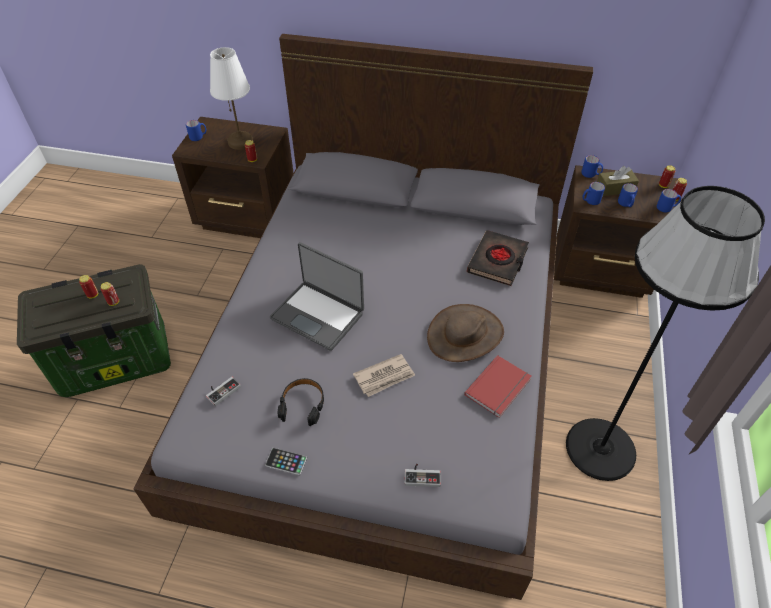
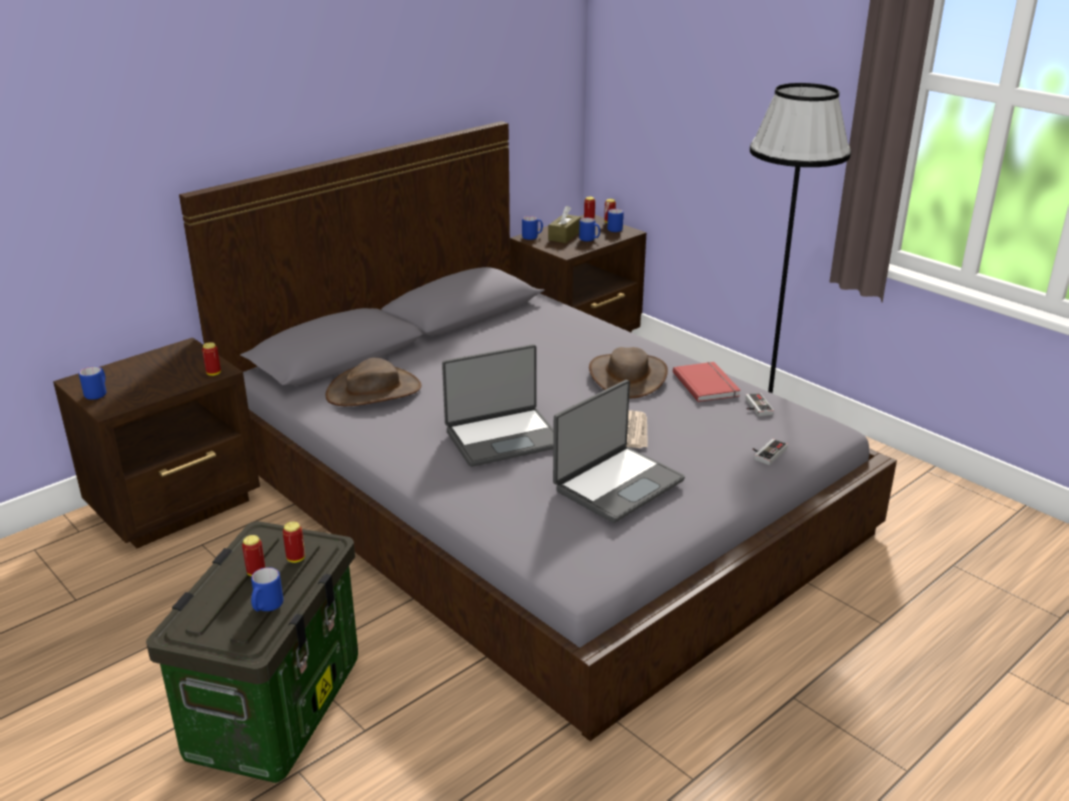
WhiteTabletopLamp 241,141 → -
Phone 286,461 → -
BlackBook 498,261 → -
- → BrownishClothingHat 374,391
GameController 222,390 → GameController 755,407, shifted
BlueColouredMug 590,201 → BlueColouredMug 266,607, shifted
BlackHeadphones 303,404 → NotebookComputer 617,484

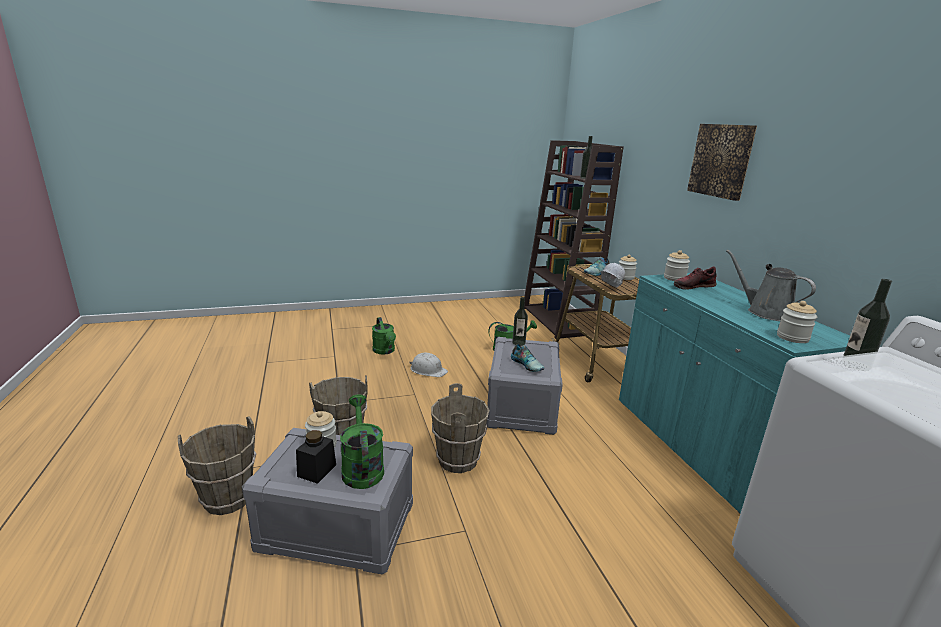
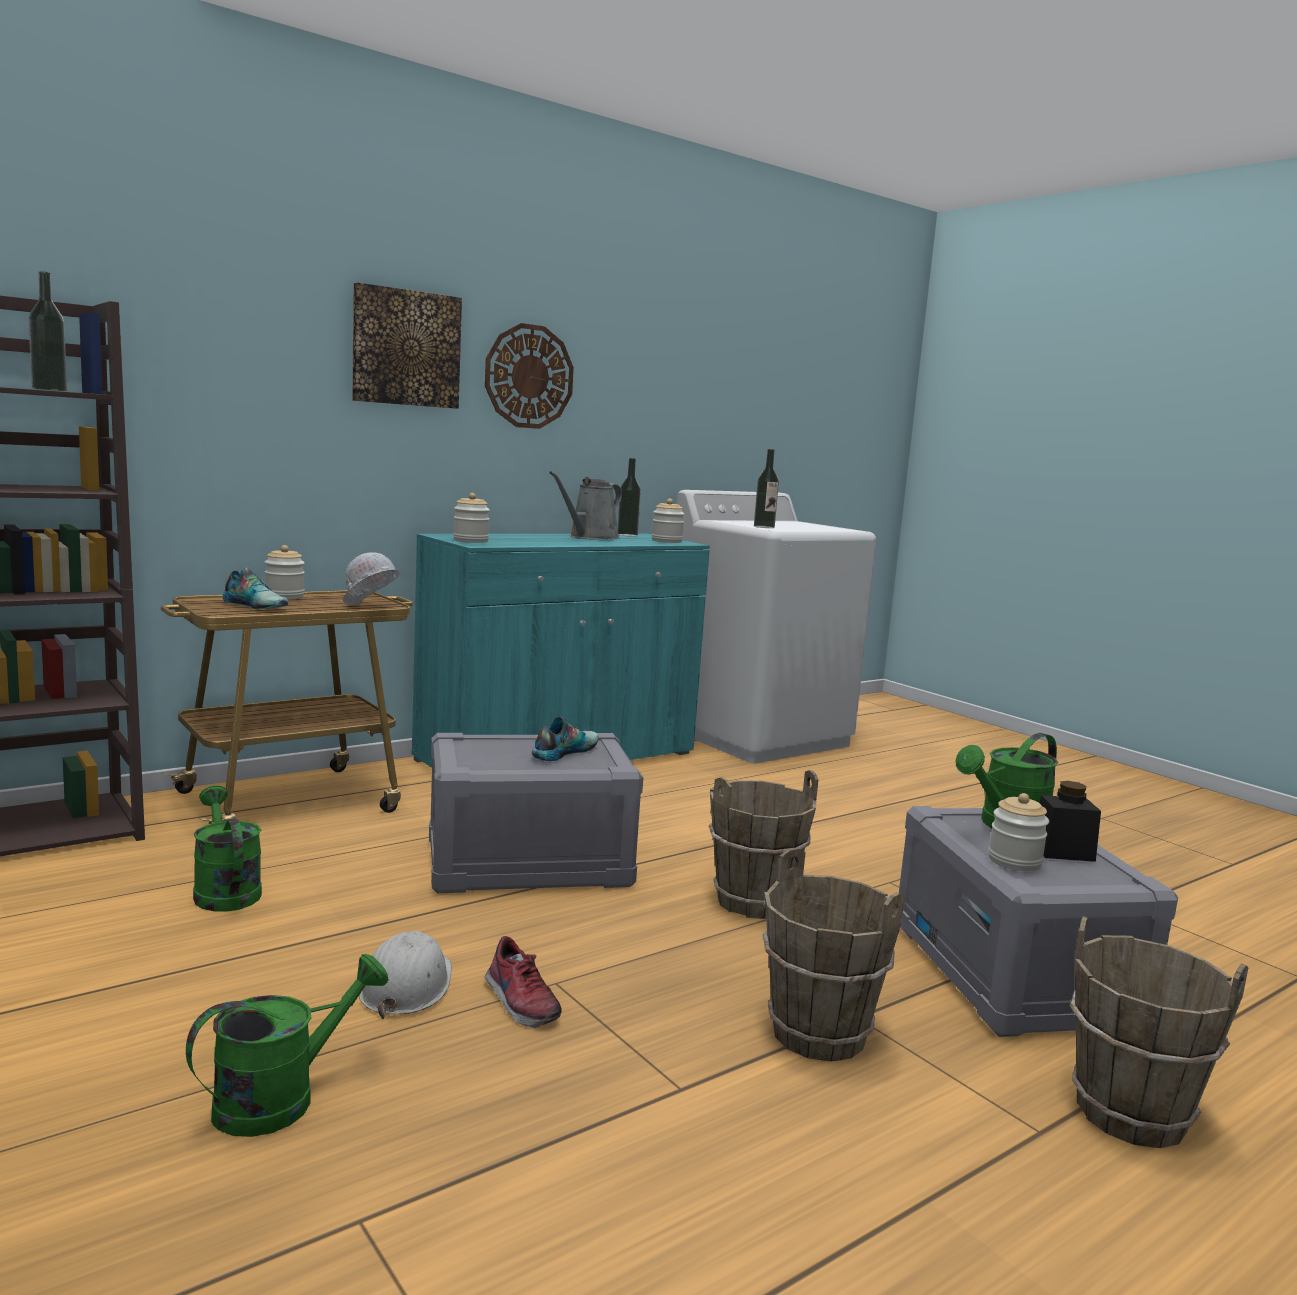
- → WallClock 529,376
BeverageBottle 518,343 → BeverageBottle 627,535, shifted
Shoe 693,286 → Shoe 519,1002, shifted

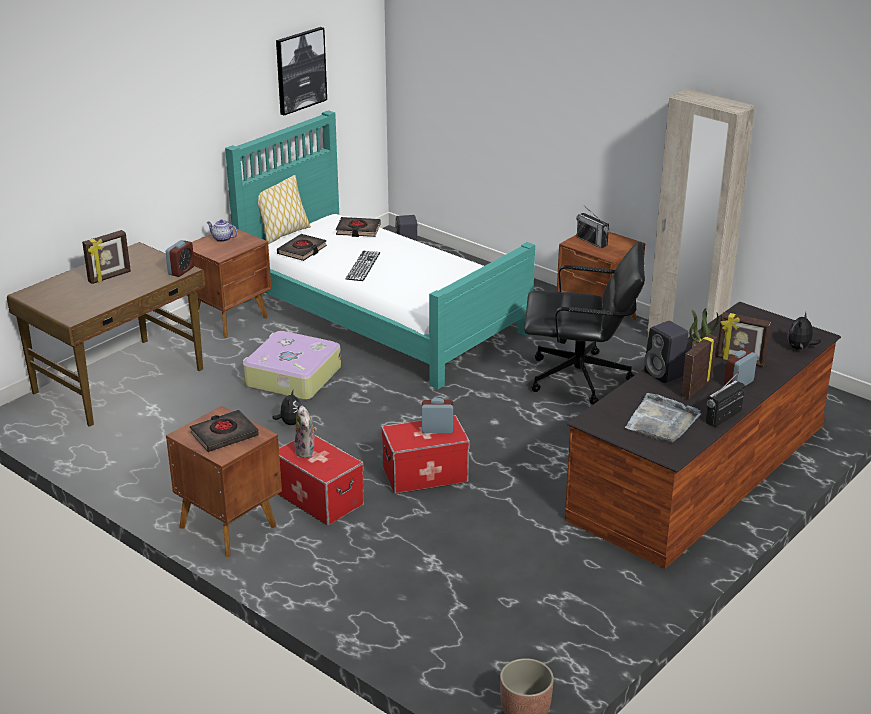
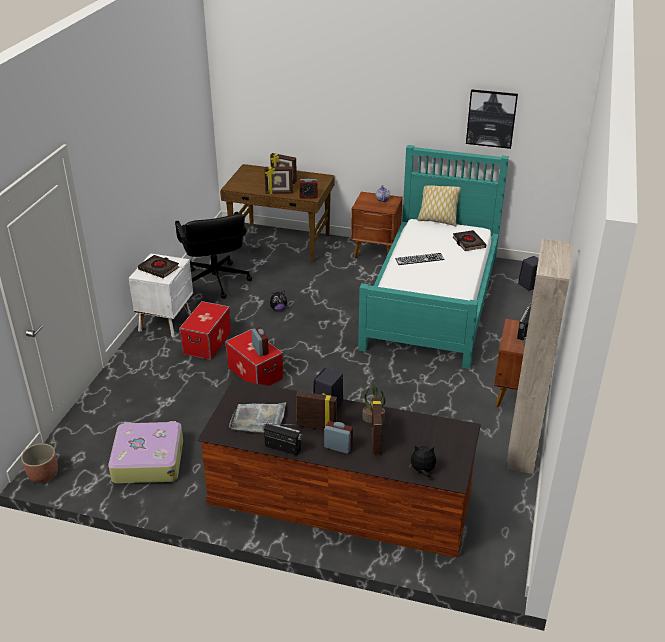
BlackBook 302,250 → -
PlushToy 306,451 → -
- → StandingFrame 279,193
PieceOfLuggage 291,377 → PieceOfLuggage 148,460, shifted
BlackComputerChair 580,378 → BlackComputerChair 215,282, shifted
BrownishNightstand 228,525 → WhiteNightstand 166,322

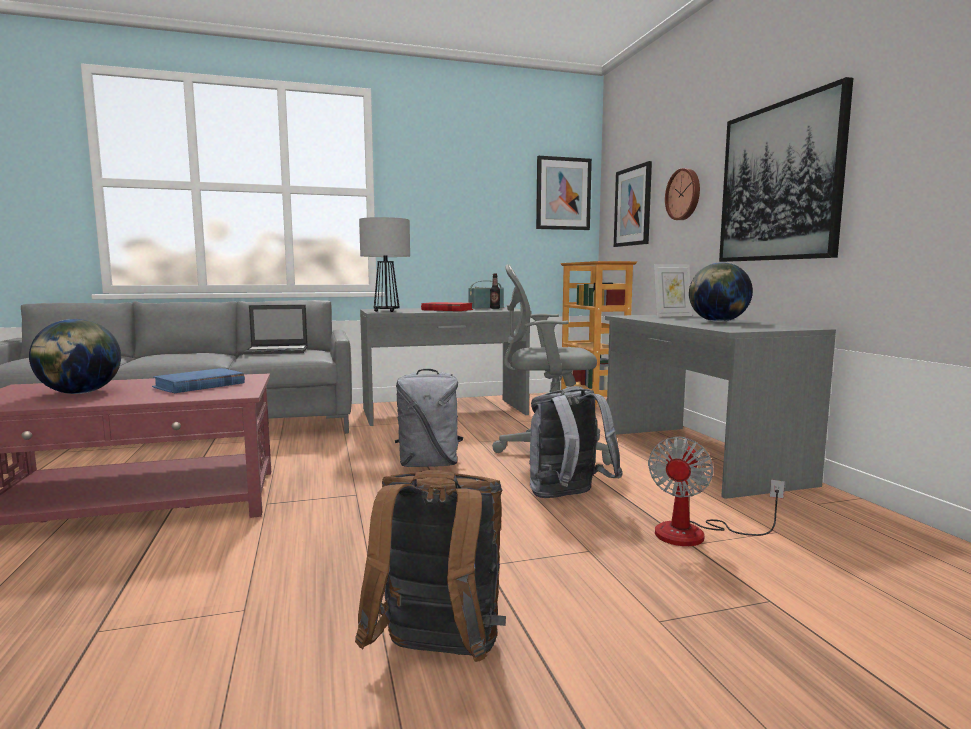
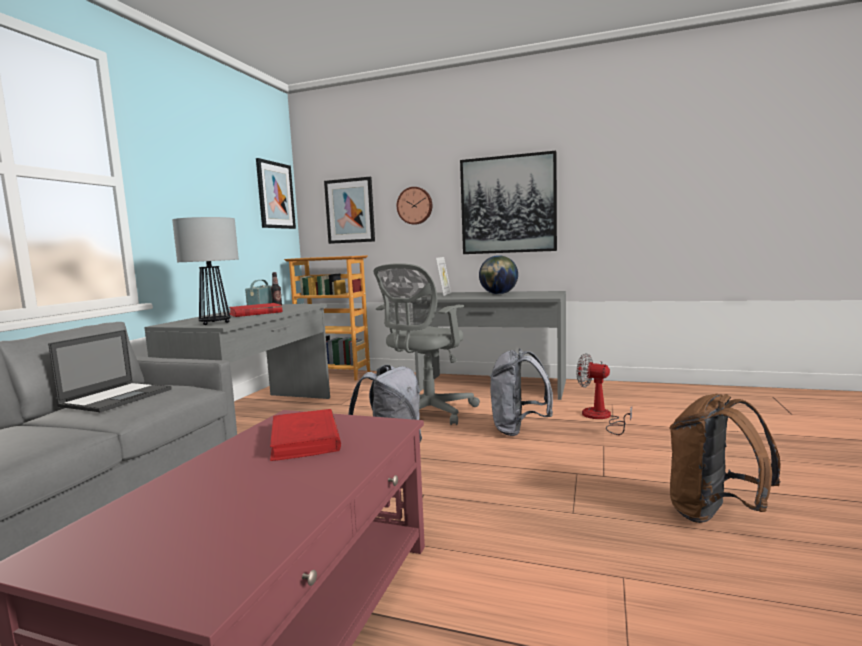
DeskGlobe 80,393 → -
BlueColouredBook 199,385 → RedBook 305,439
CoolingFan 696,534 → CoolingFan 601,418, 150 degrees clockwise

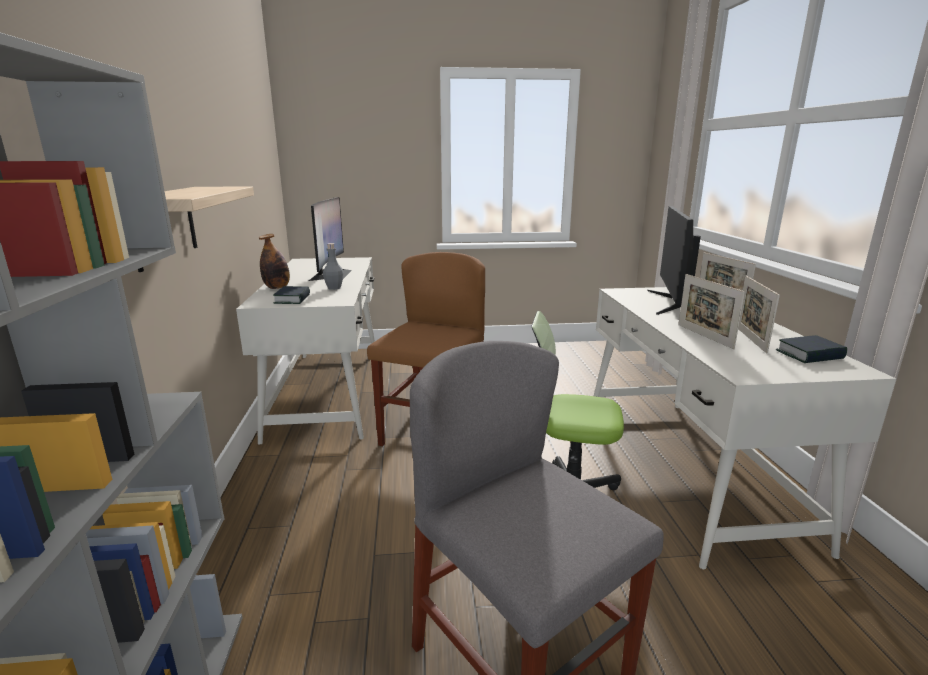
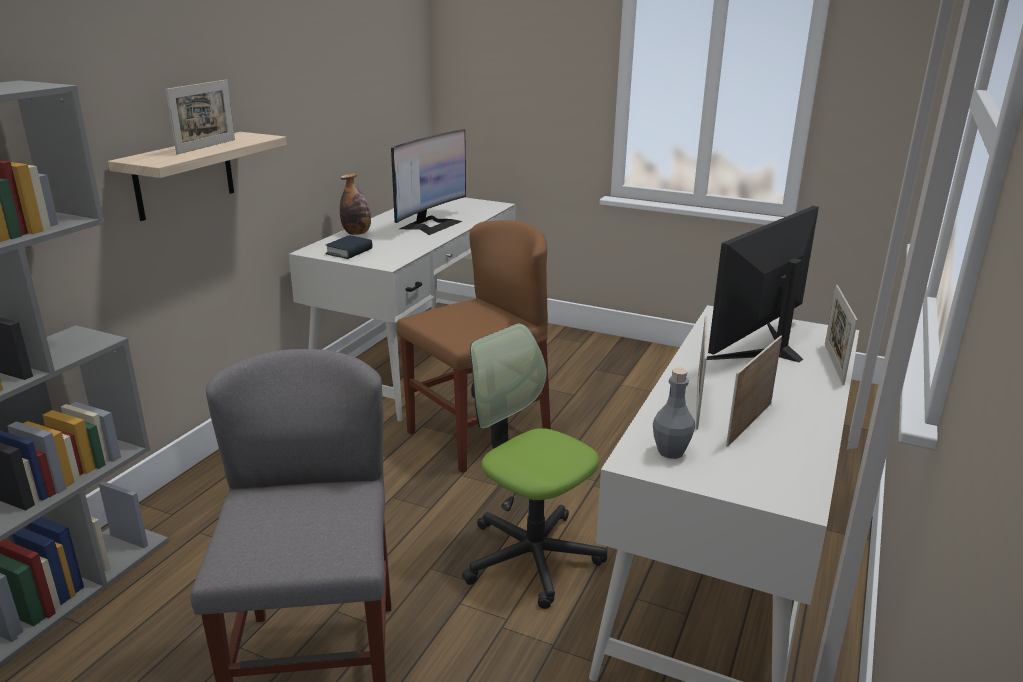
Book 810,355 → -
- → StandingFrame 206,146
GreyishBeverageBottle 334,288 → GreyishBeverageBottle 671,452, shifted

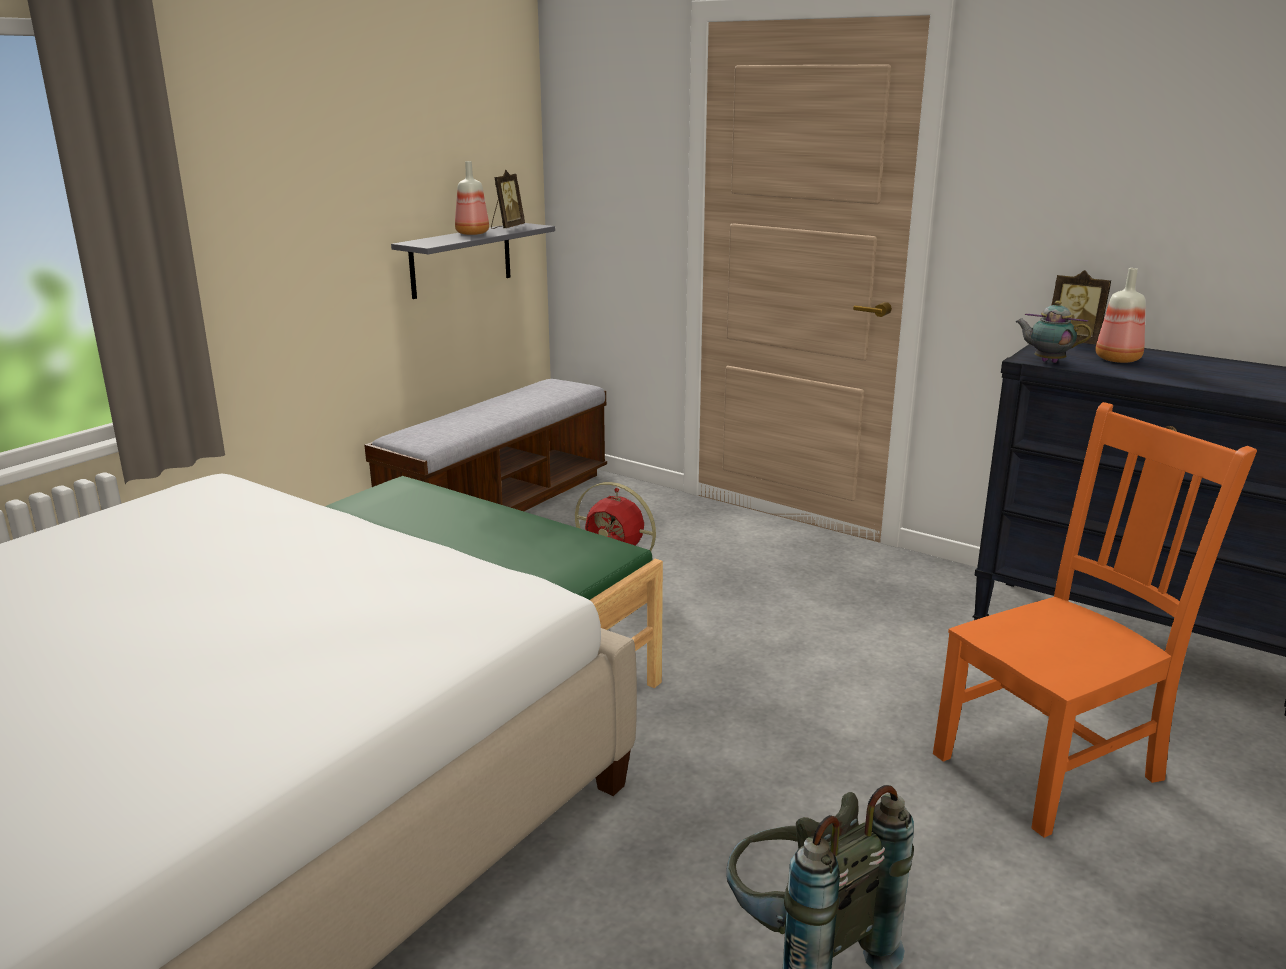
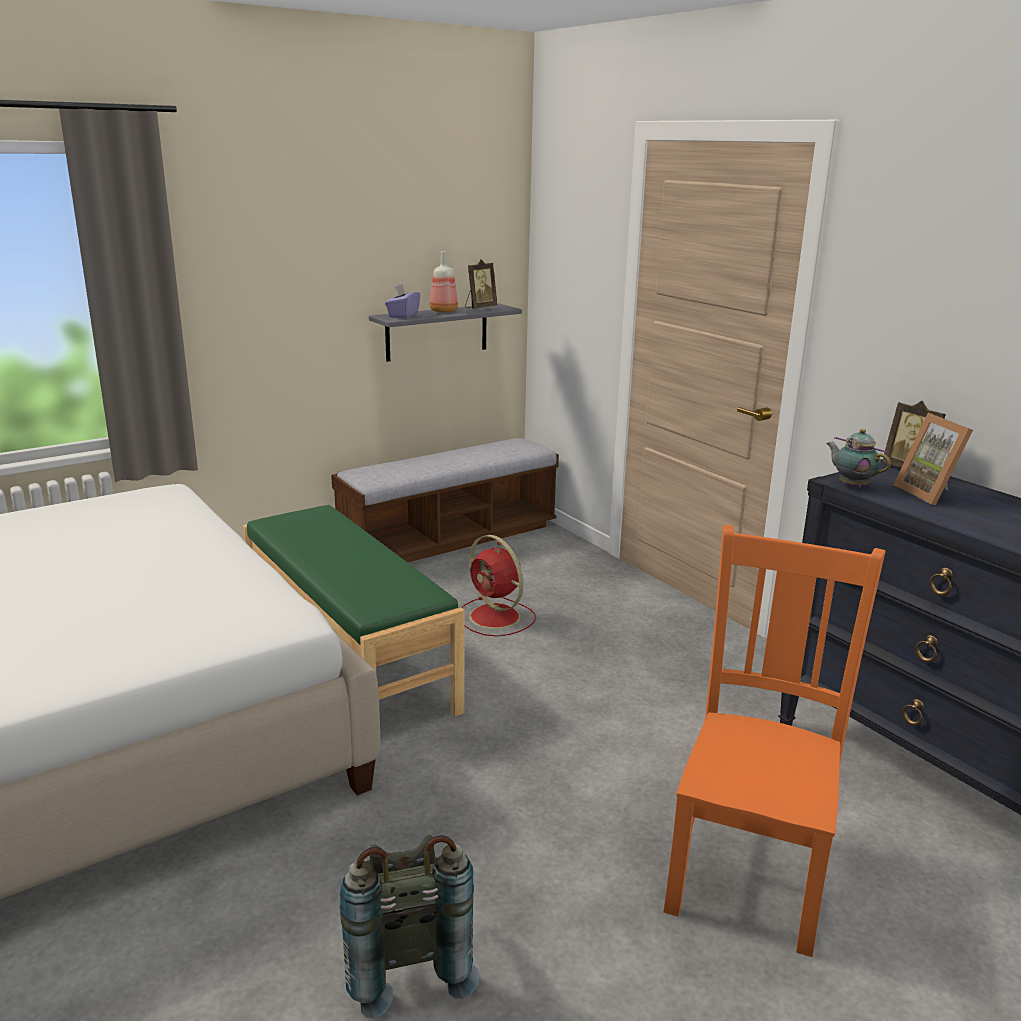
- → PurpleTissueBox 403,315
BeverageBottle 1119,359 → StandingFrame 930,493
OrangeColouredChair 1053,765 → OrangeColouredChair 750,869, 60 degrees counterclockwise

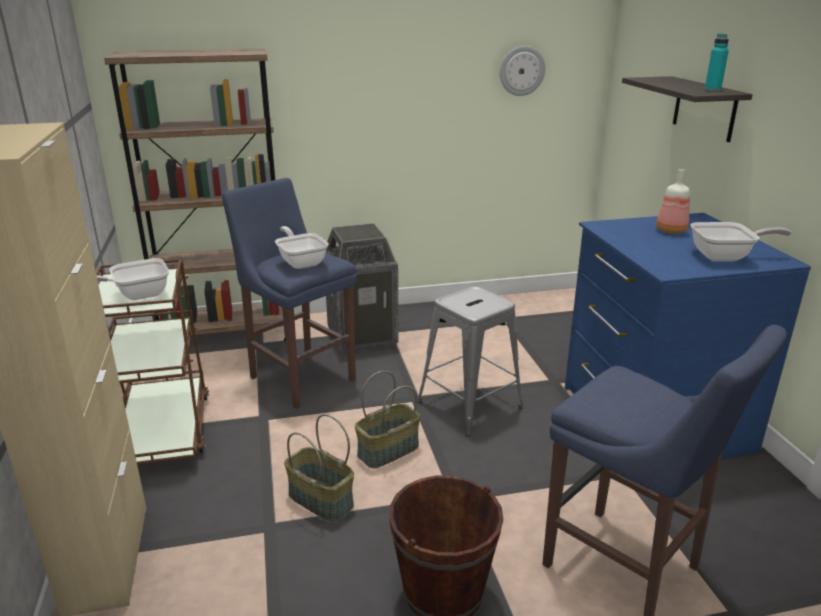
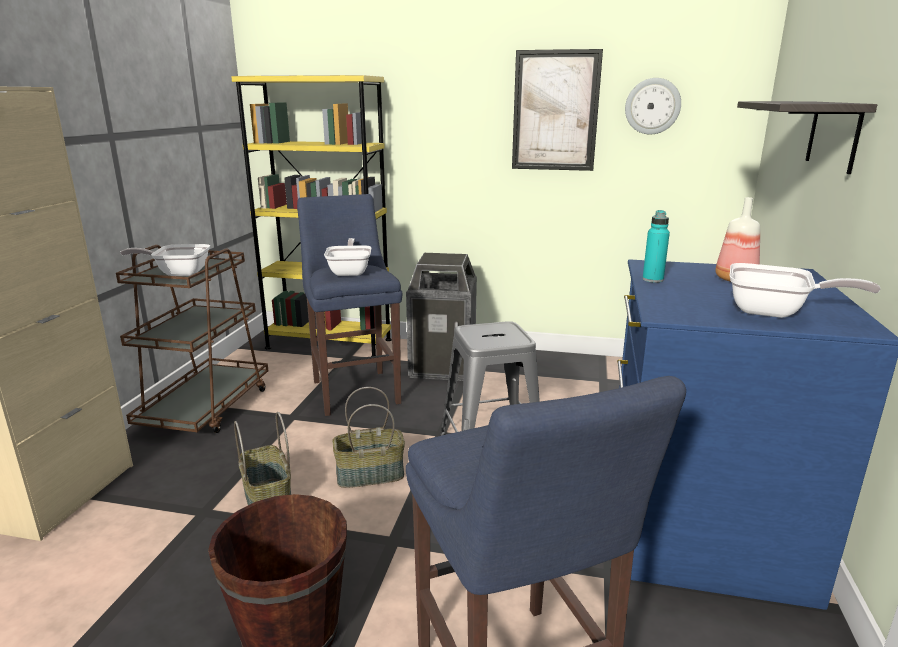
- → WallPicture 555,111
TurquoiseBeverageBottle 712,90 → TurquoiseBeverageBottle 652,279, shifted
BrownishShelvingUnit 226,334 → YellowishShelvingUnit 329,344

